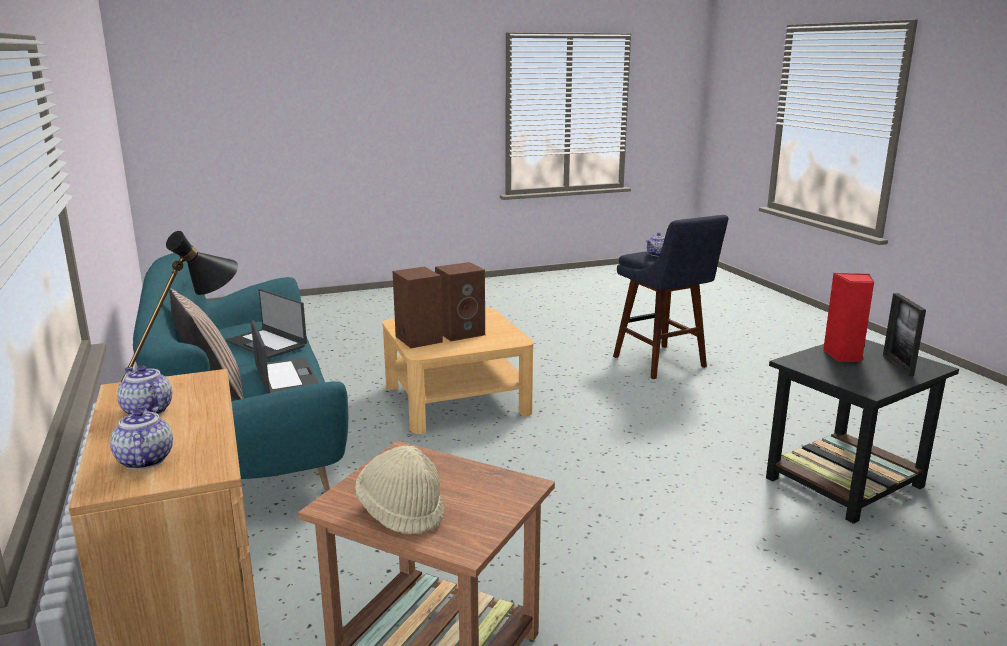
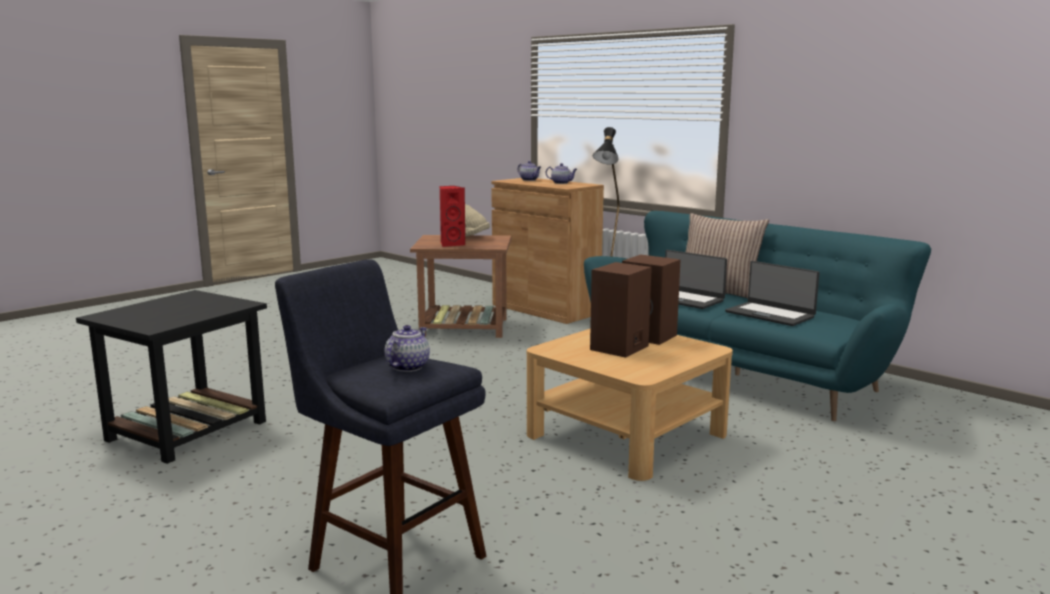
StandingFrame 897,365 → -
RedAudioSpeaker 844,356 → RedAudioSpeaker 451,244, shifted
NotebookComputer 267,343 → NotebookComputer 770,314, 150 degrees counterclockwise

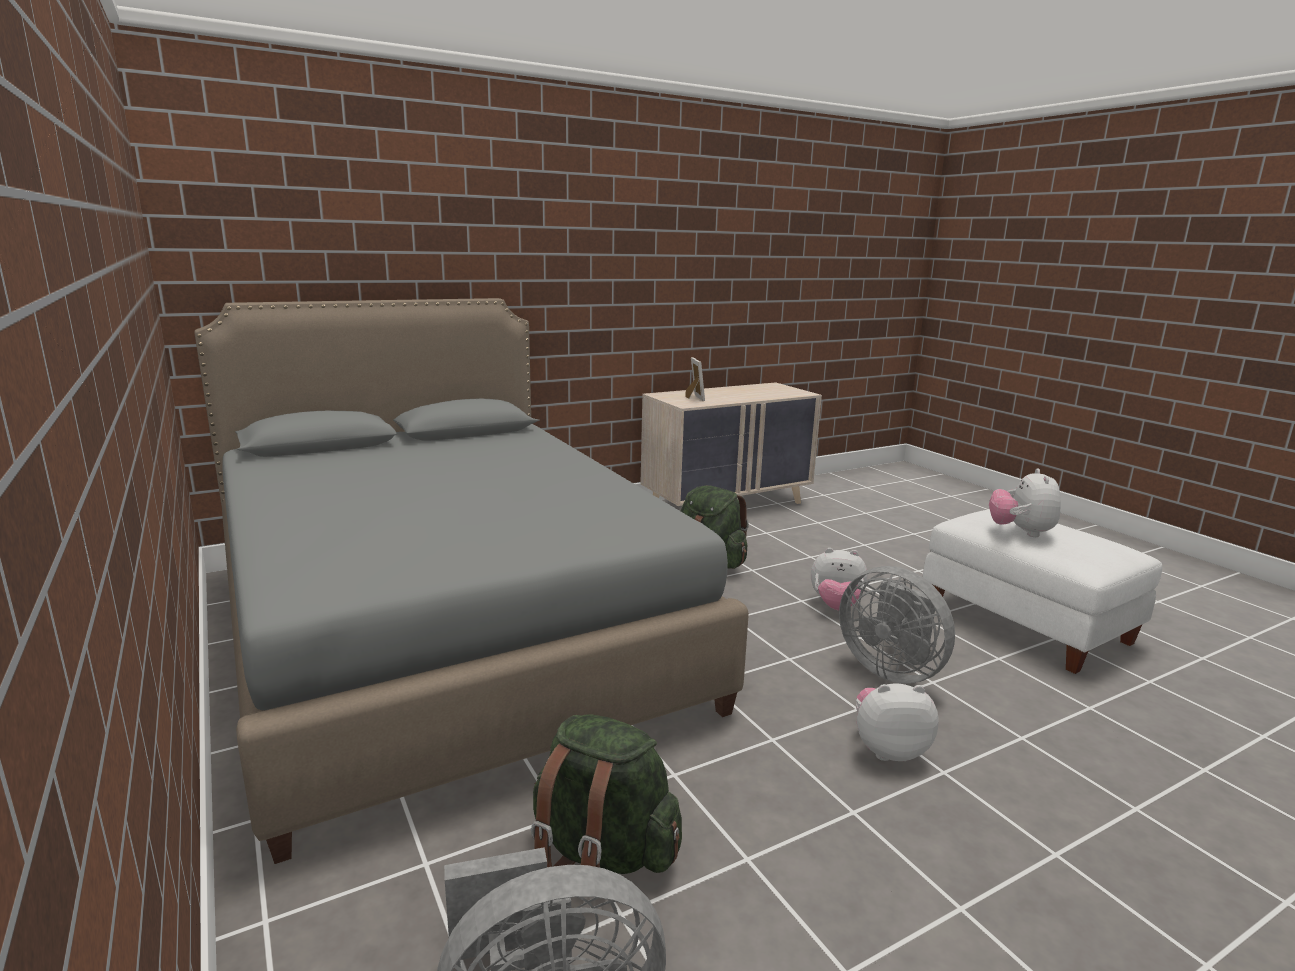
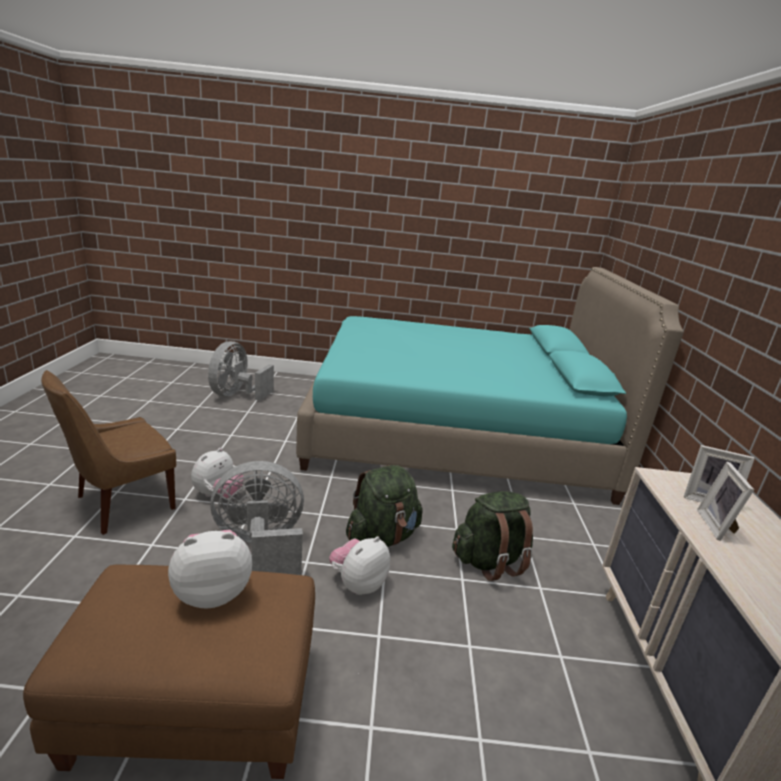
- → BrownishChair 122,504
- → StandingFrame 718,526
GreenishBackpack 602,853 → GreenishBackpack 382,537, shifted
GreyishBedroomBed 446,632 → TurquoiseBedroomBed 452,433
WhiteFootrest 1028,623 → BrownishFootrest 194,706
PlushToy 1021,532 → PlushToy 212,591, 60 degrees counterclockwise

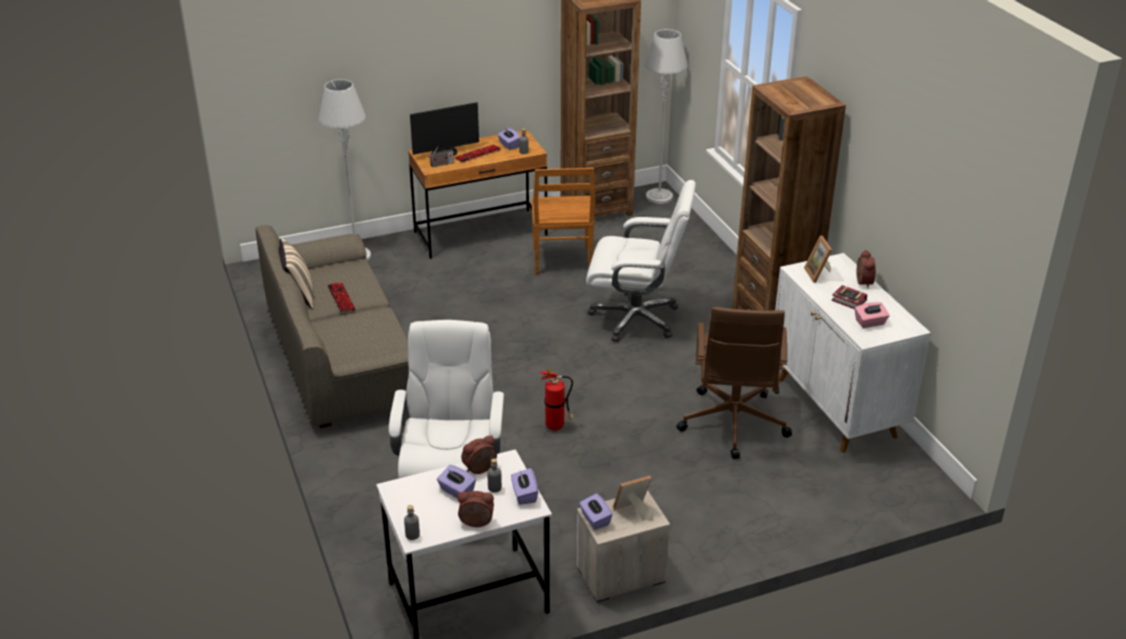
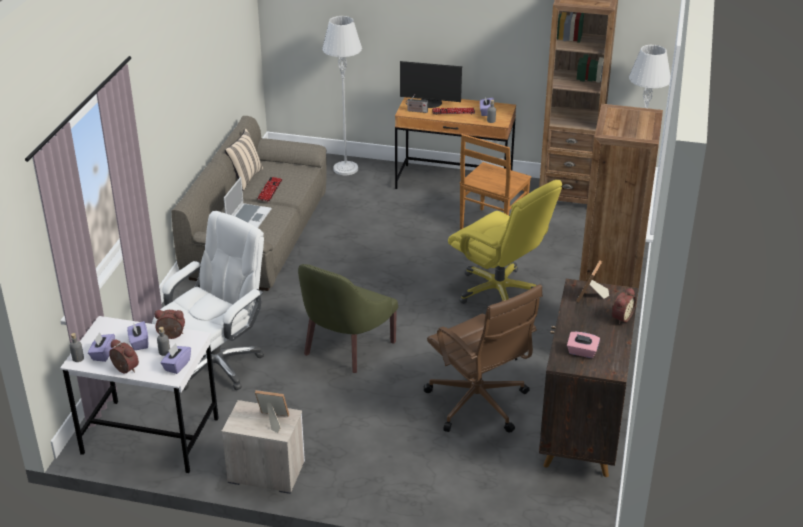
Book 849,301 → -
- → NotebookComputer 248,218
PurpleTissueBox 595,519 → PurpleTissueBox 103,354, shifted
FireExtinguisher 557,426 → GreenishLoungeChair 345,347
WhiteComputerChair 636,318 → YellowishComputerChair 499,292
WhiteCabinet 836,408 → BrownishCabinet 582,430
BrownishComputerChair 733,425 → BrownishComputerChair 479,405, 75 degrees counterclockwise

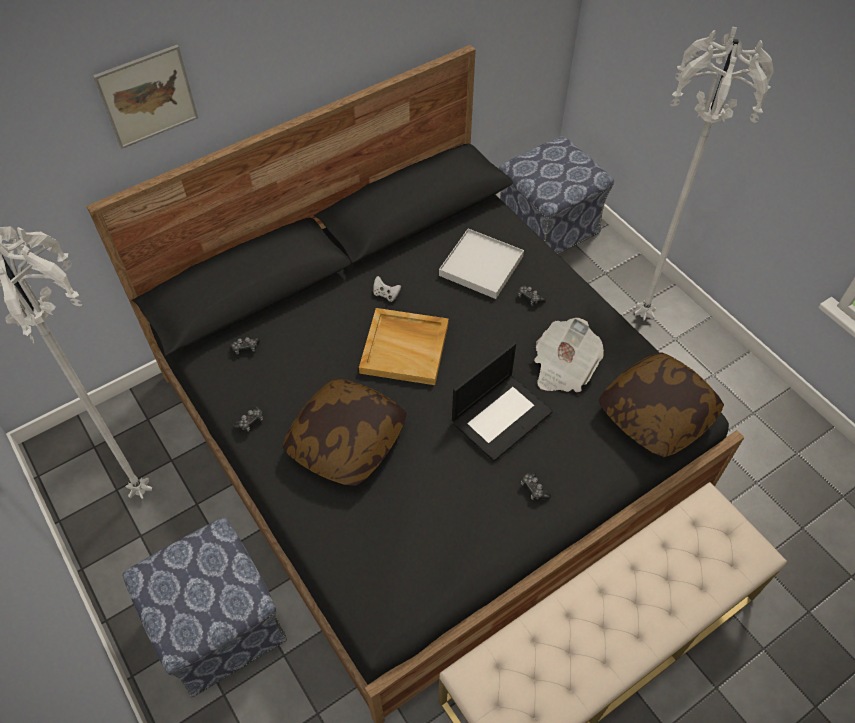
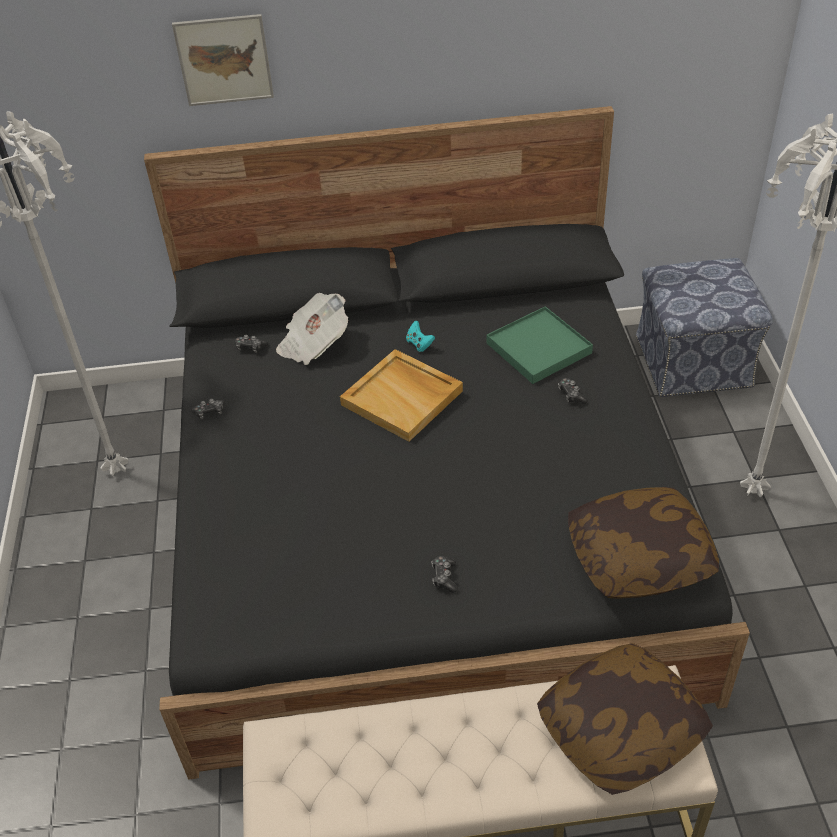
Footrest 218,623 → -
NotebookComputer 501,416 → -
Cushion 346,441 → Cushion 620,730, shifted
PrintedPaper 563,368 → PrintedPaper 313,344, shifted
WhiteGameController 386,294 → TurquoiseGameController 419,344
WhiteServingTray 481,266 → GreenishServingTray 538,348

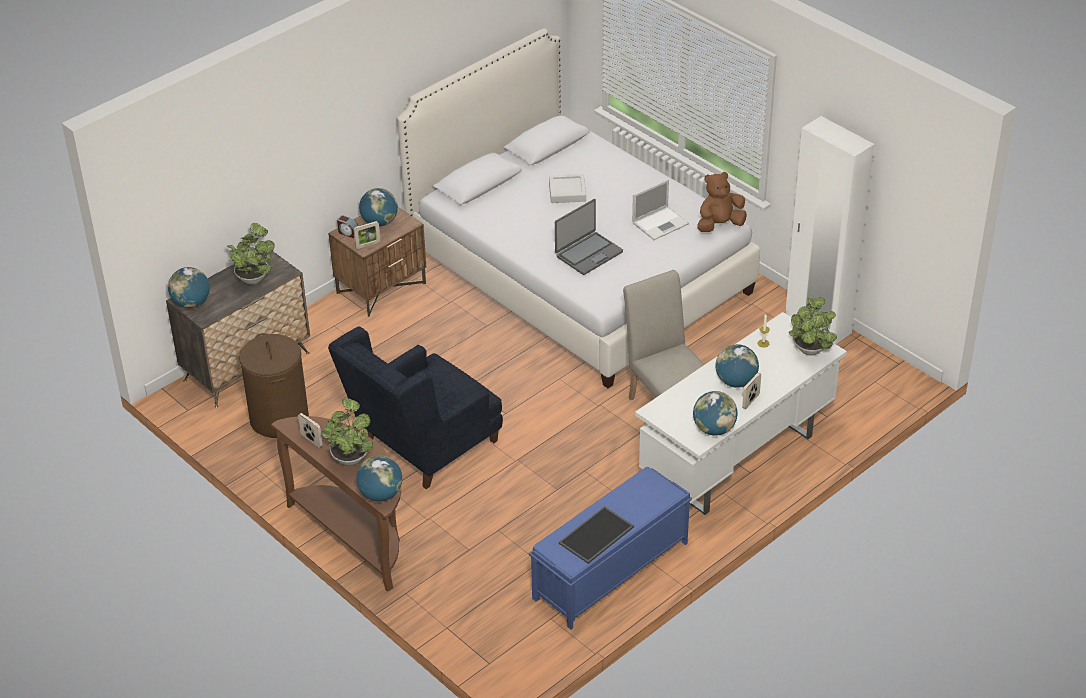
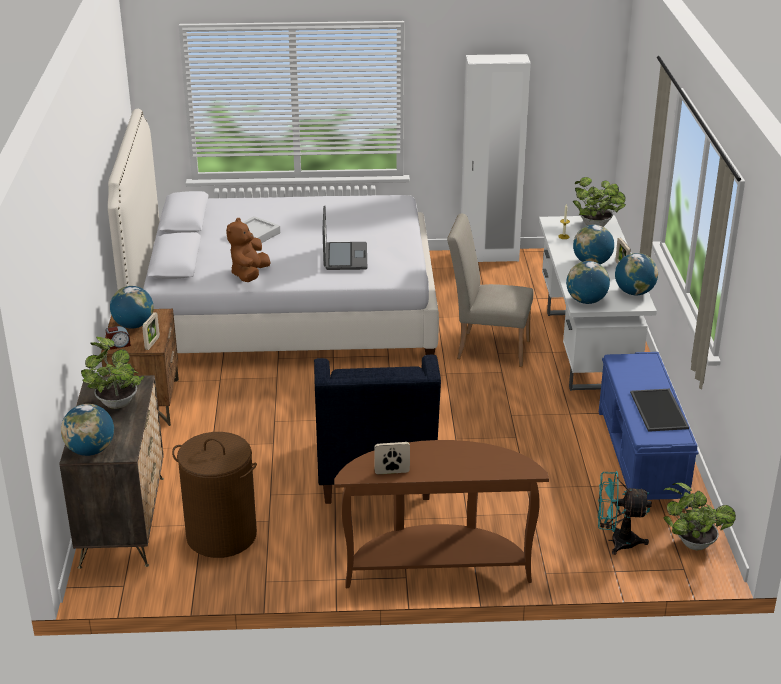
NotebookComputer 661,223 → -
- → TurquoiseCoolingFan 616,541
PlantInAPot 350,457 → PlantInAPot 692,542, shifted
DeskGlobe 380,494 → DeskGlobe 586,301, shifted
BrownishPlushToy 719,225 → BrownishPlushToy 249,275, shifted

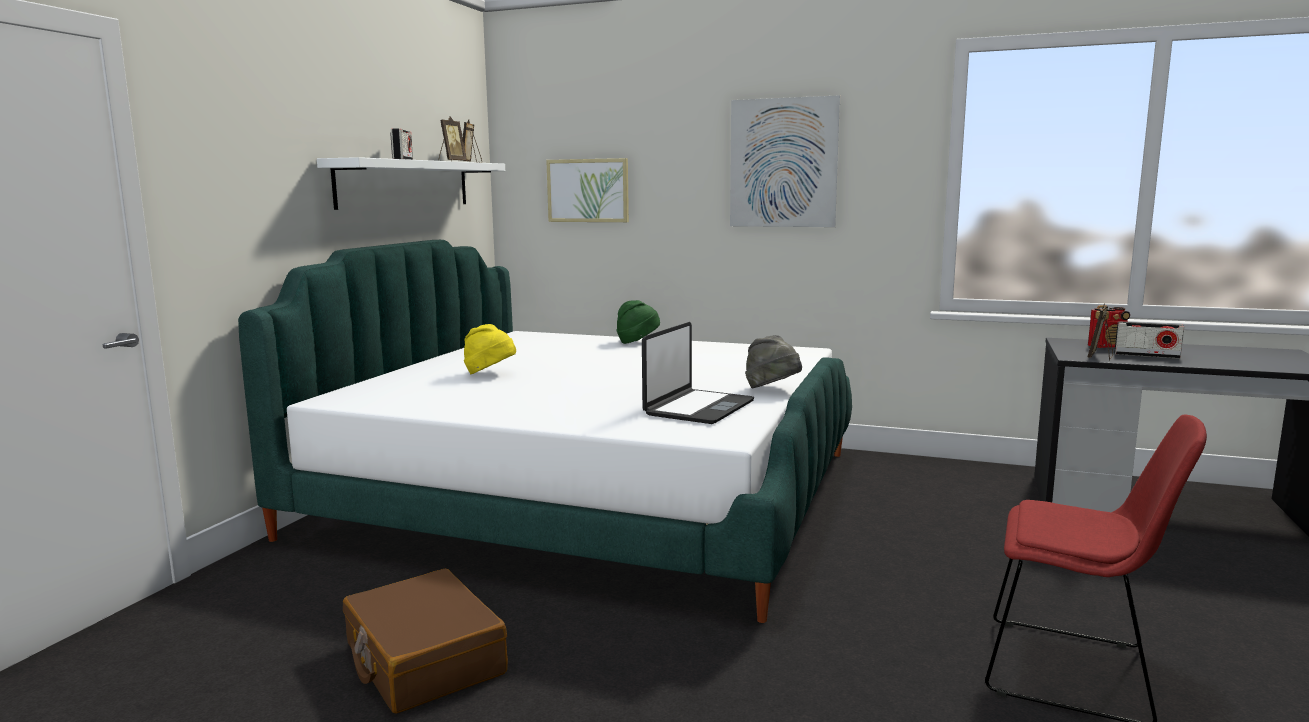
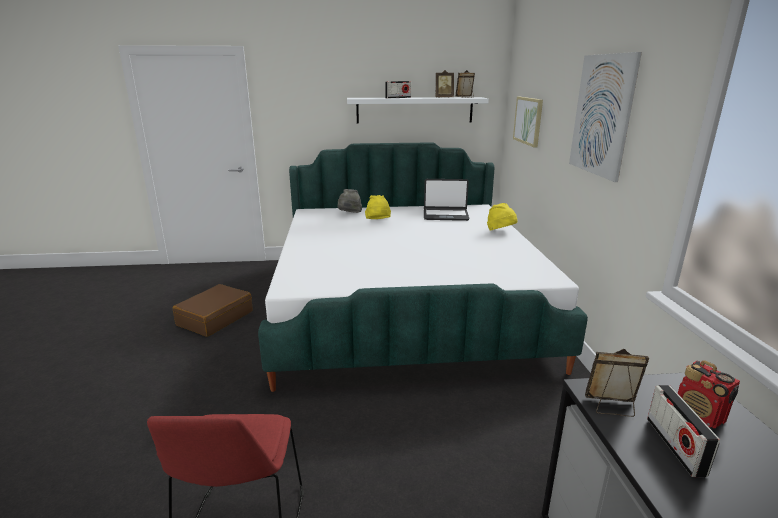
NotebookComputer 698,408 → NotebookComputer 445,215, shifted
GreyishClothingHat 772,390 → GreyishClothingHat 349,214, shifted
GreenishClothingHat 637,342 → YellowishClothingHat 500,232

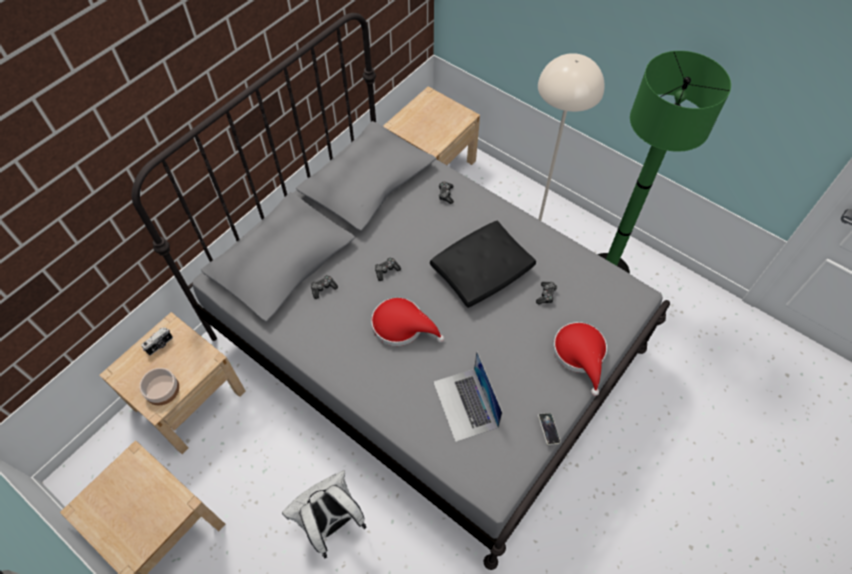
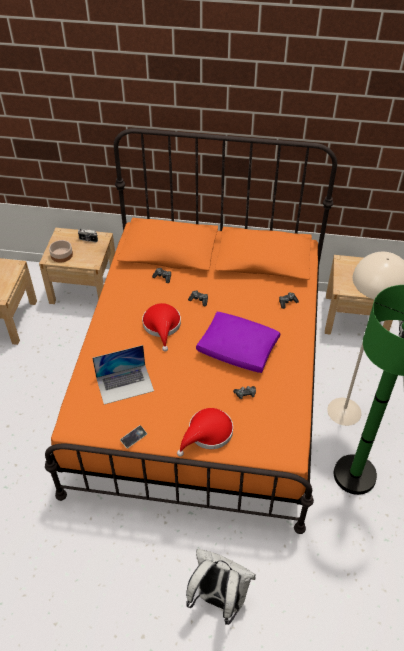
WhiteBackpack 331,522 → WhiteBackpack 218,598, shifted
GreyishBedroomBed 425,343 → OrangeColouredBedroomBed 202,383
BlackCushion 482,270 → PurpleCushion 238,349
NotebookComputer 465,404 → NotebookComputer 125,384, 150 degrees counterclockwise

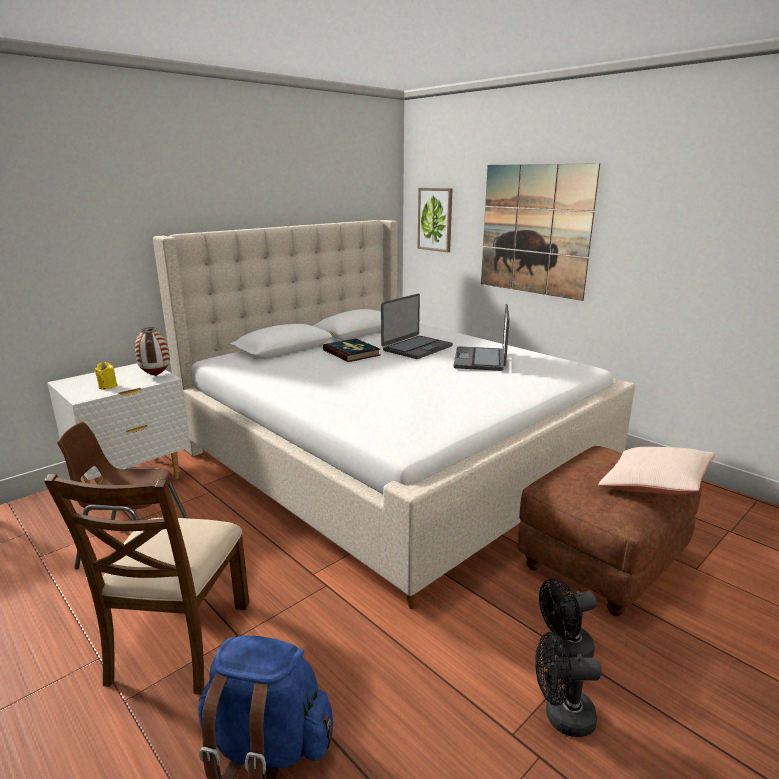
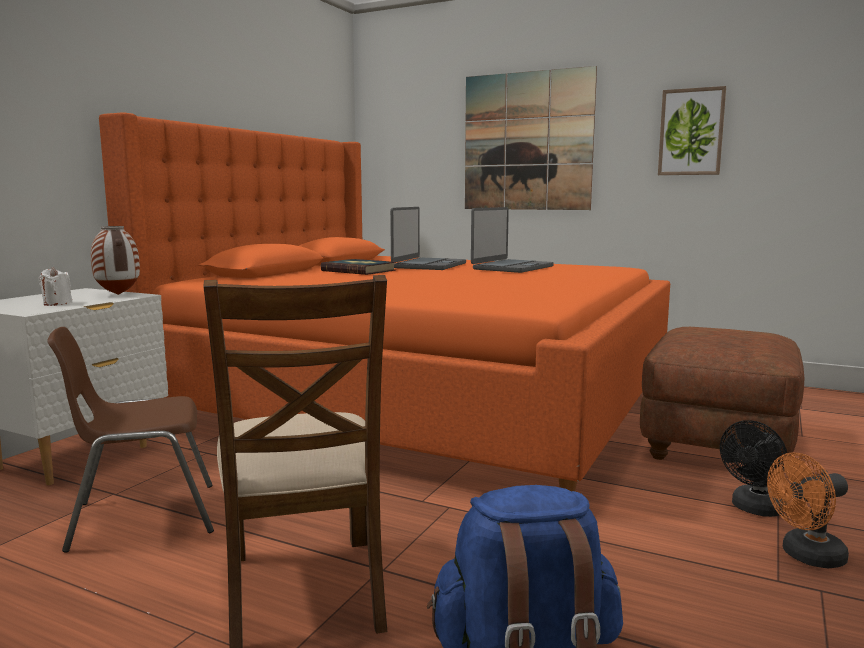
SandColouredCushion 654,485 → -
WallPicture 435,219 → WallPicture 691,132, shifted
YellowishWaxLight 107,386 → WhiteWaxLight 57,303
SandColouredBedroomBed 392,458 → OrangeColouredBedroomBed 418,399
BlackCoolingFan 561,716 → OrangeColouredCoolingFan 806,556
NotebookComputer 480,360 → NotebookComputer 511,268, 135 degrees counterclockwise

